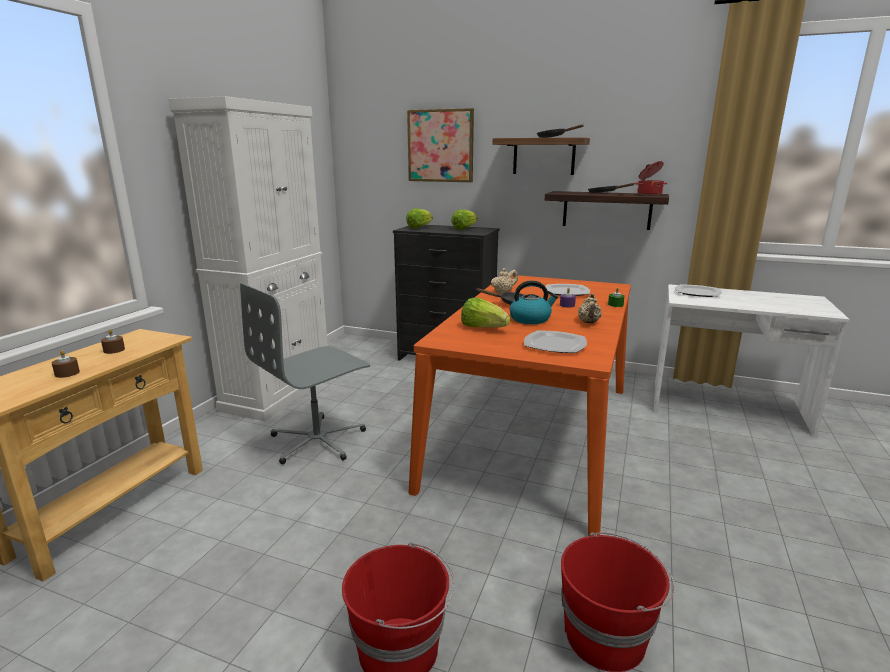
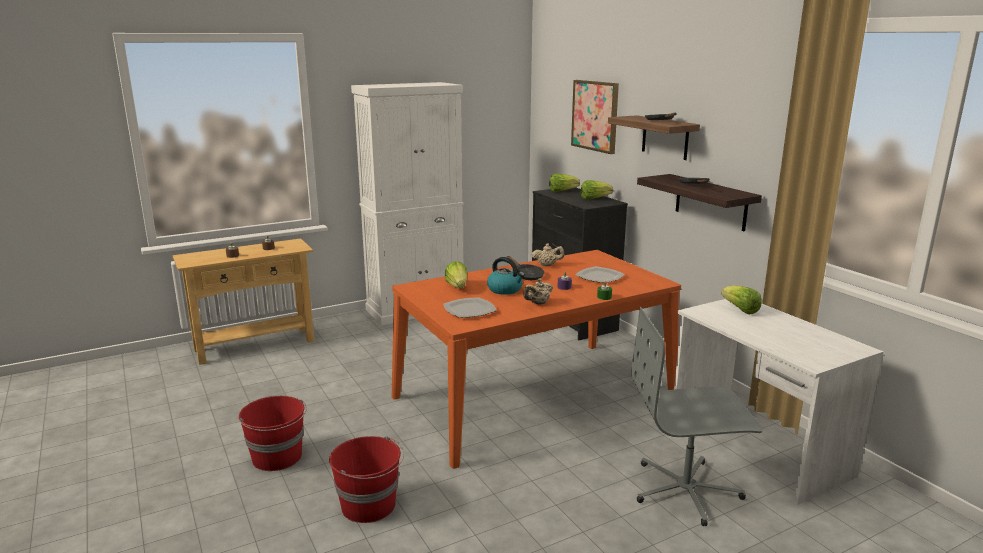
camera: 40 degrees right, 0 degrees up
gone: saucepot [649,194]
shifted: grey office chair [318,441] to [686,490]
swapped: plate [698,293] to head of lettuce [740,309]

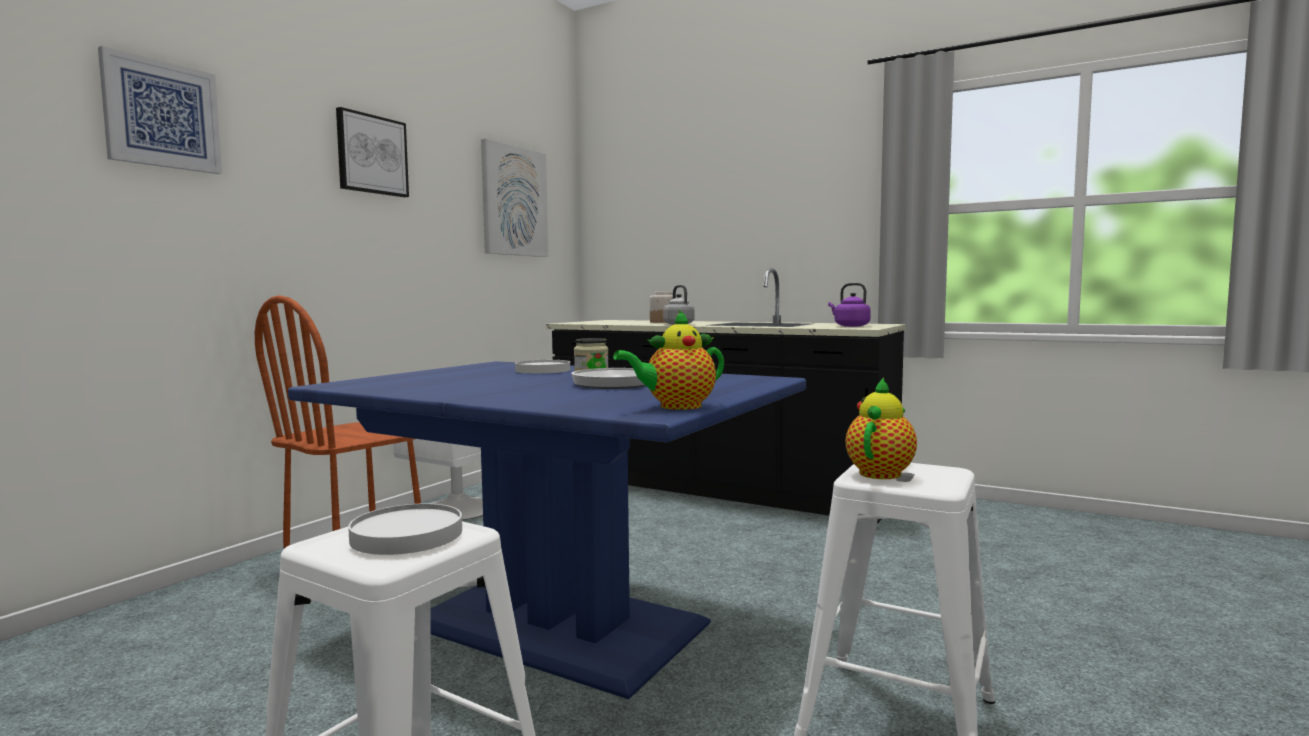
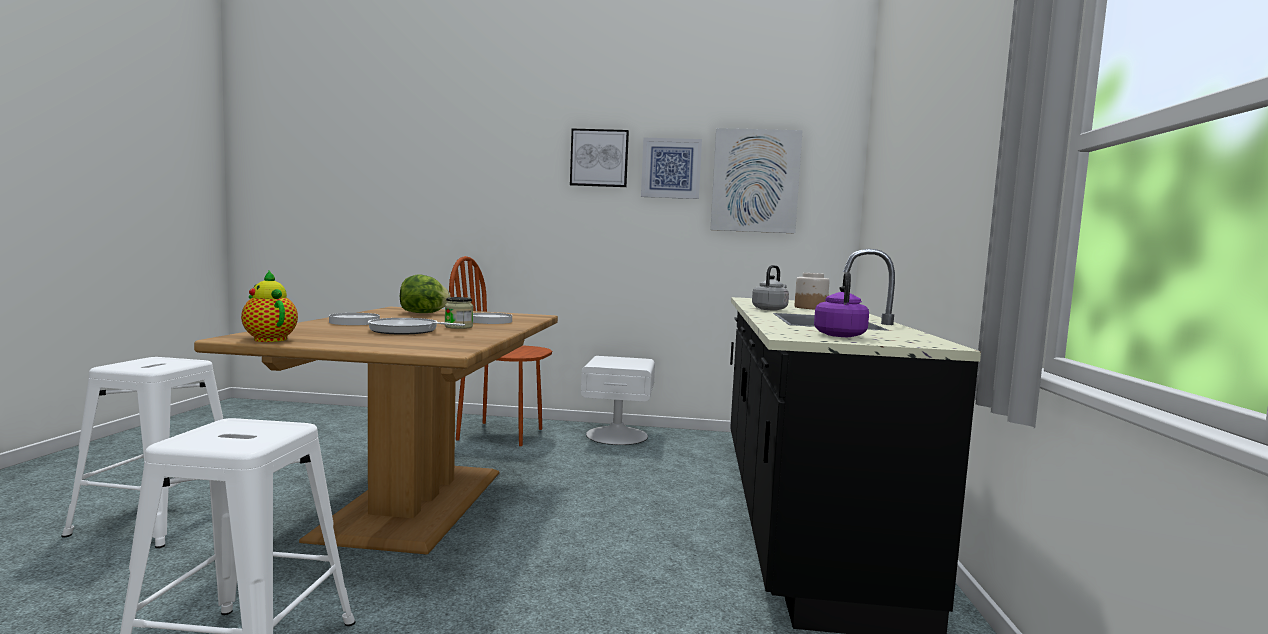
camera: 65 degrees right, 0 degrees up
gone: teapot [881,473]
new: head of lettuce [424,313]
shifted: wall art [162,115] to [671,168]; whitish plate [407,535] to [354,322]
repainted: blue-coloured dinner table [559,623] to brown-coloured dinner table [416,503]

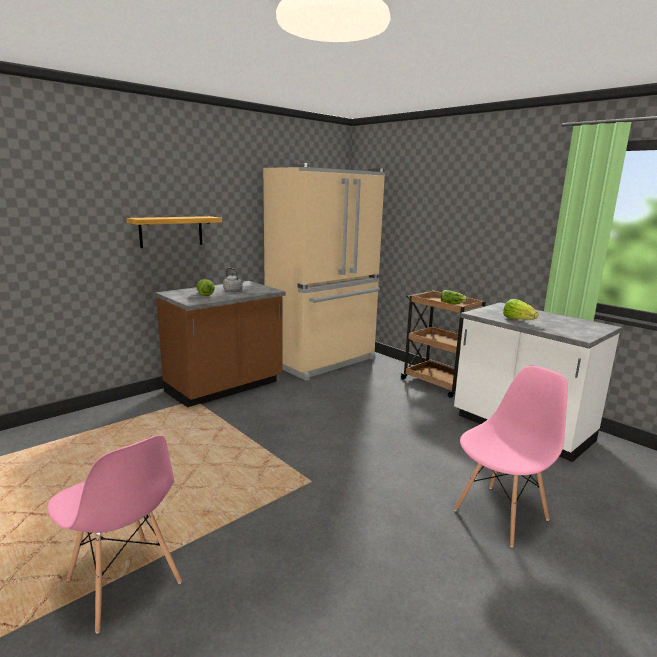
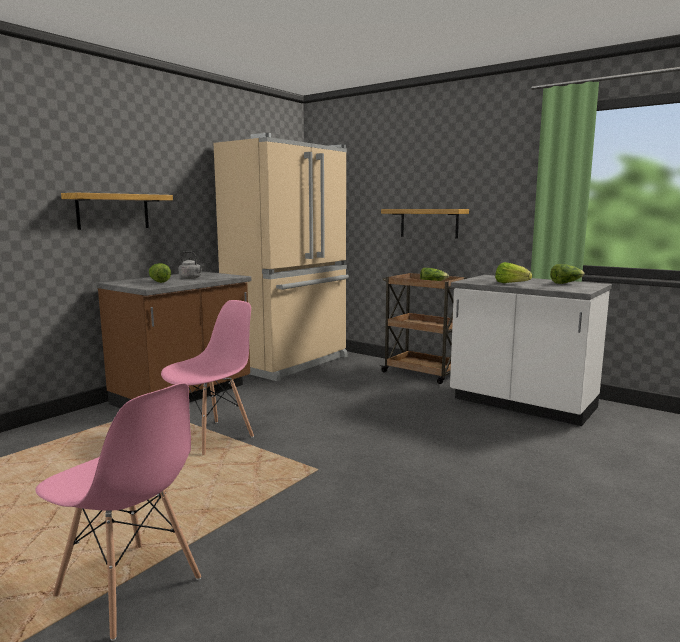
camera: 10 degrees left, 5 degrees down
new: shelf [429,223]; head of lettuce [565,283]
shifted: pink chair [501,514] to [212,437]

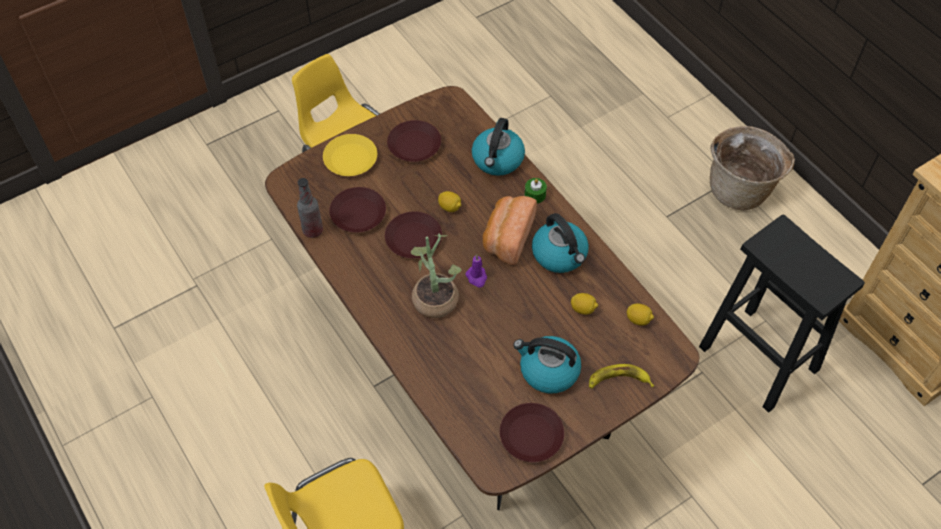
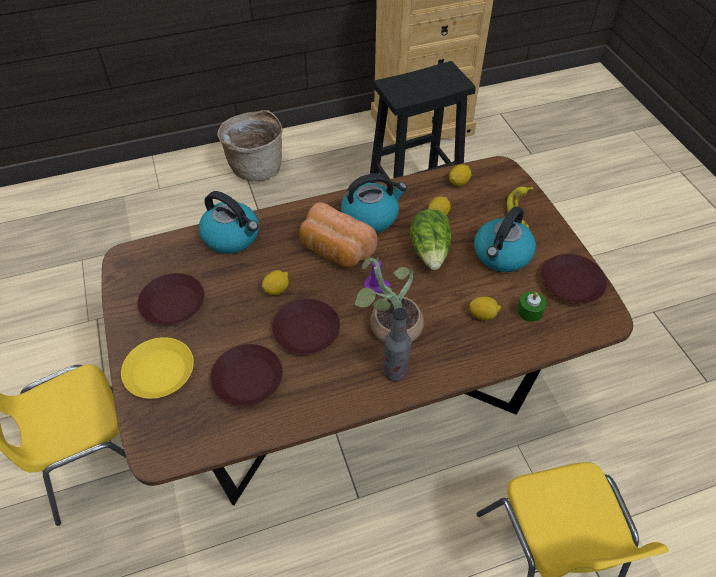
camera: 75 degrees left, 5 degrees down
new: head of lettuce [430,251]; citrus fruit [482,315]
shifted: drink bottle [313,230] to [395,371]; greenish candle [535,195] to [529,311]

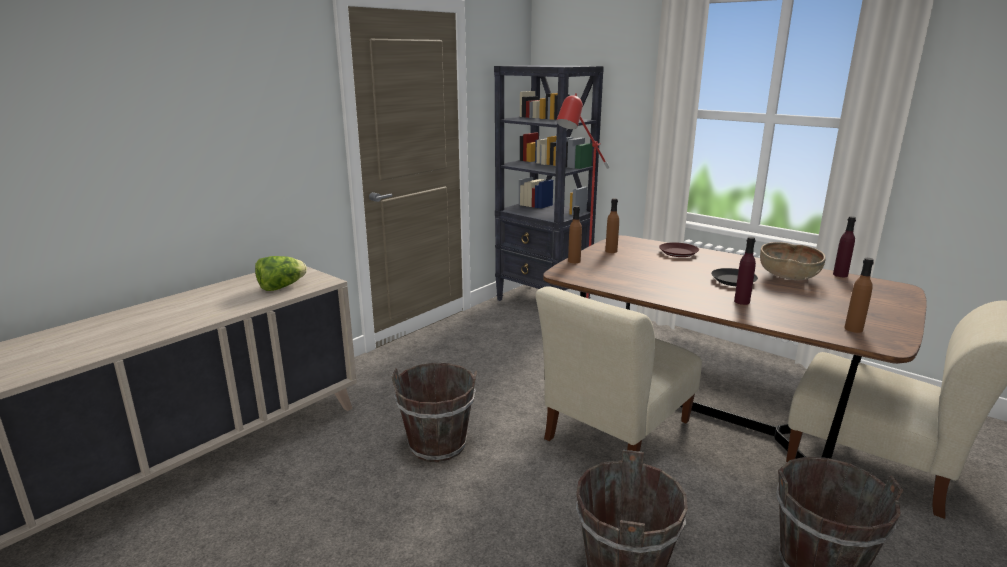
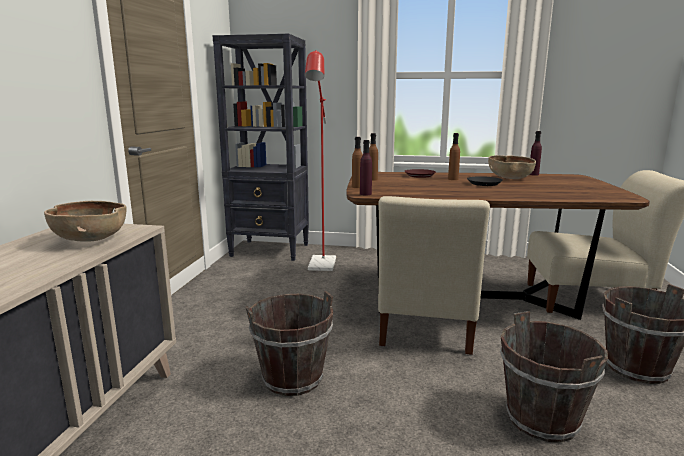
camera: 30 degrees left, 5 degrees down
shifted: purple drink bottle [742,301] to [365,194]; brown-coloured drink bottle [853,329] to [453,179]
swapped: head of lettuce [281,287] to brown-coloured bowl [90,240]

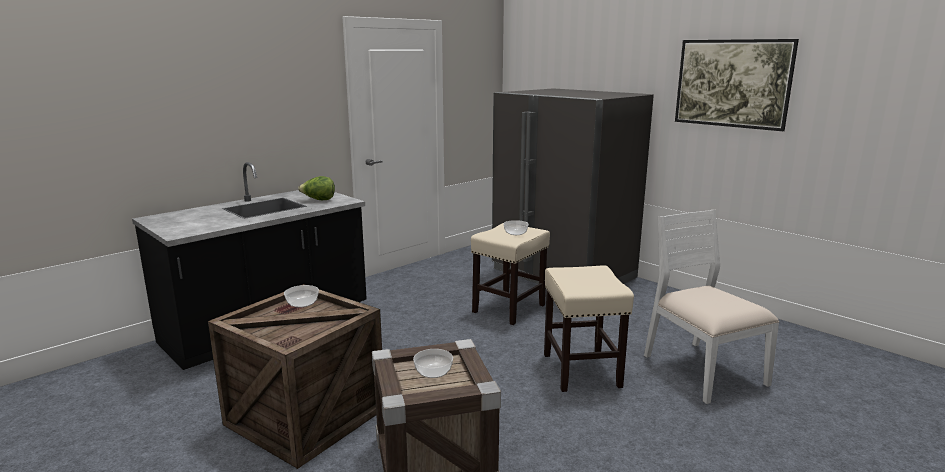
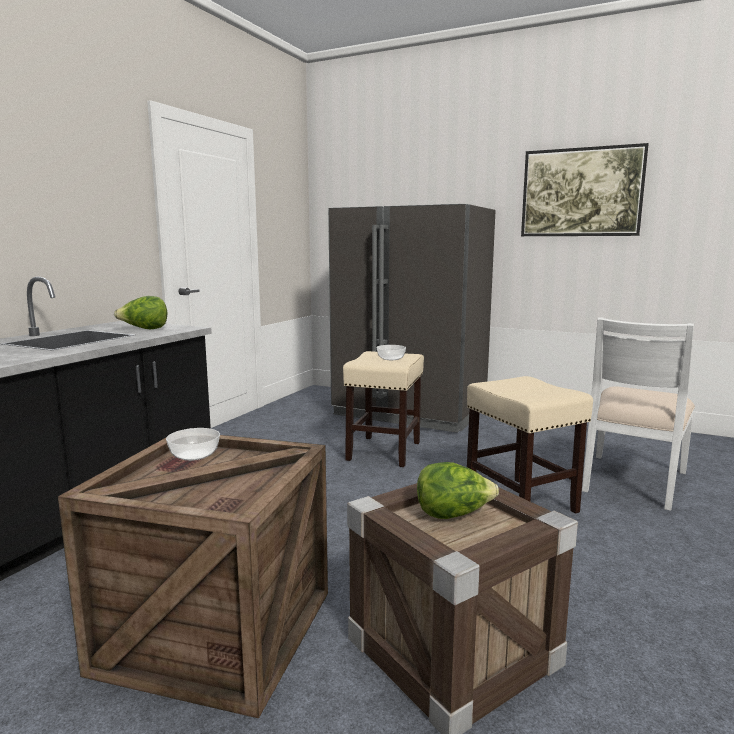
camera: 20 degrees left, 5 degrees down
swapped: bowl [433,371] to head of lettuce [453,515]
rotated: whitish chair [701,370] = [632,481] 105 degrees counterclockwise

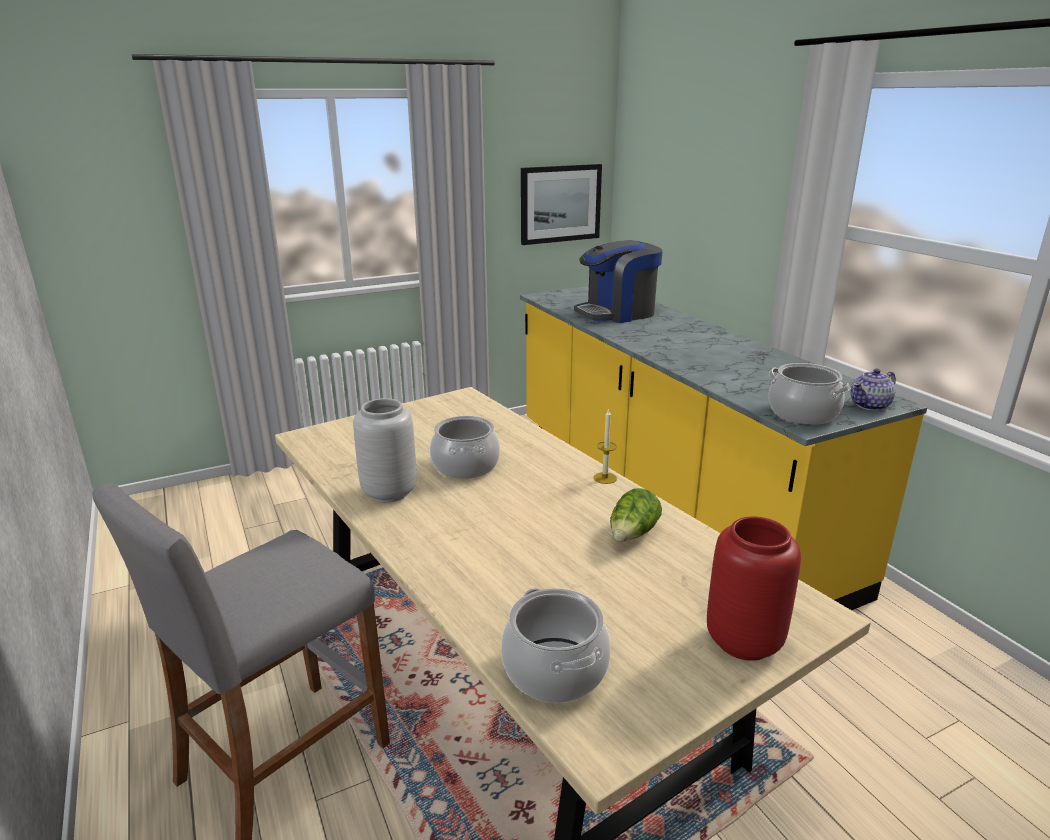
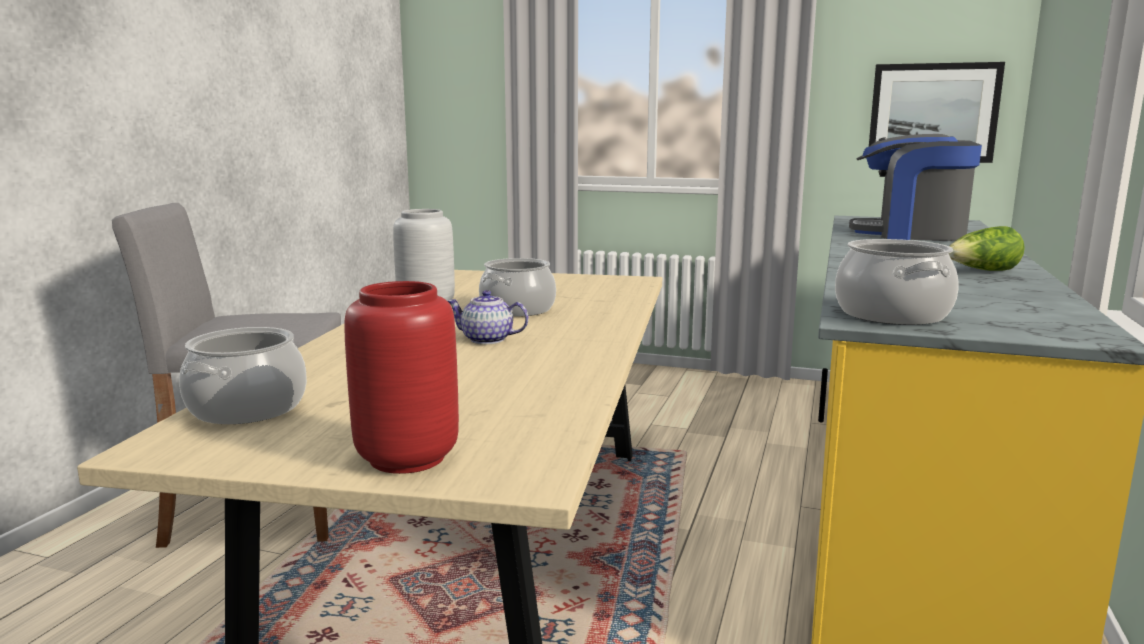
camera: 45 degrees right, 10 degrees down
gone: candle [605,478]
shifted: head of lettuce [633,534] to [982,271]; teapot [870,405] to [488,340]

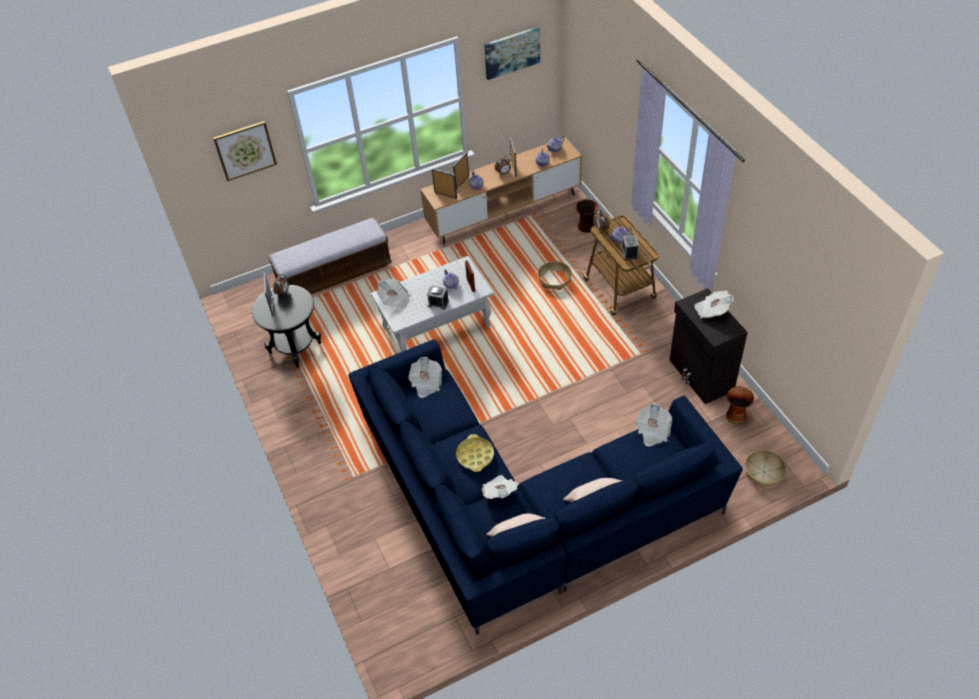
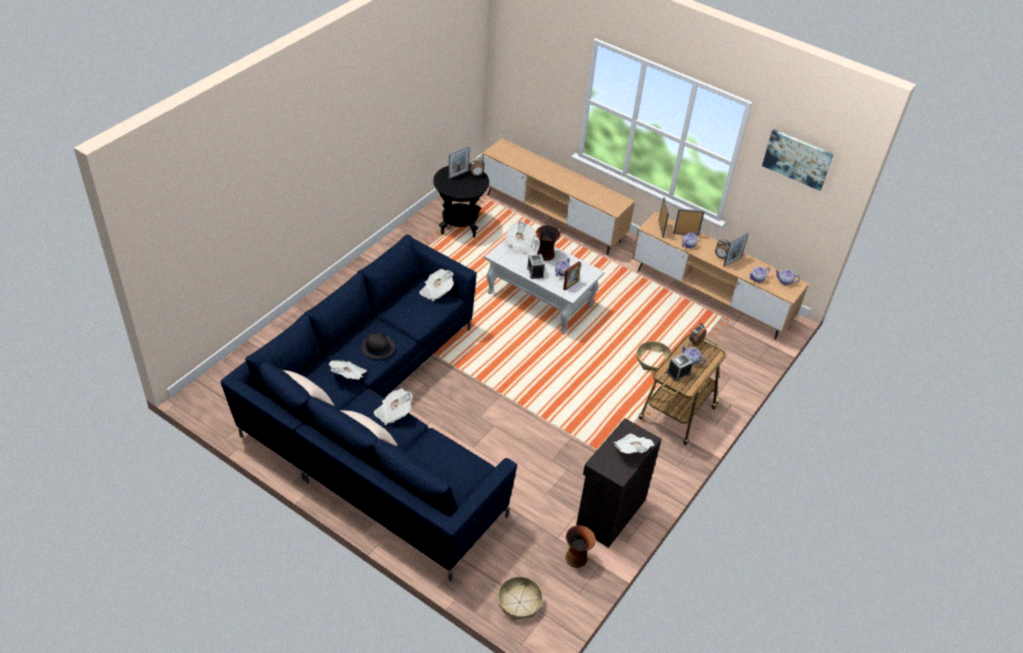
camera: 55 degrees right, 5 degrees down
gone: wall art [245,150]
shifted: decorative vase [586,227] to [546,255]; newspaper [652,431] to [393,413]
swapped: indoor bench [335,275] to brown-coloured tv stand [552,218]; yellowish serving tray [475,455] to blackish clothing hat [377,347]

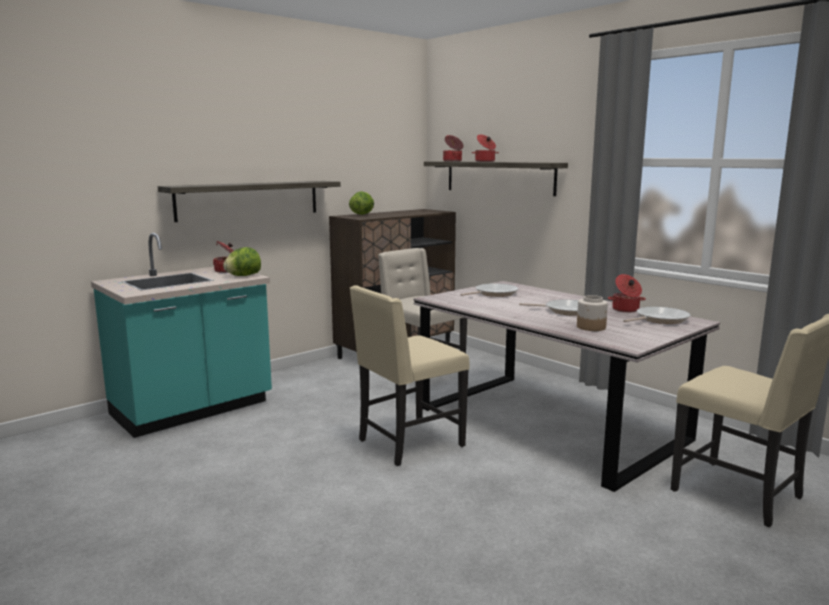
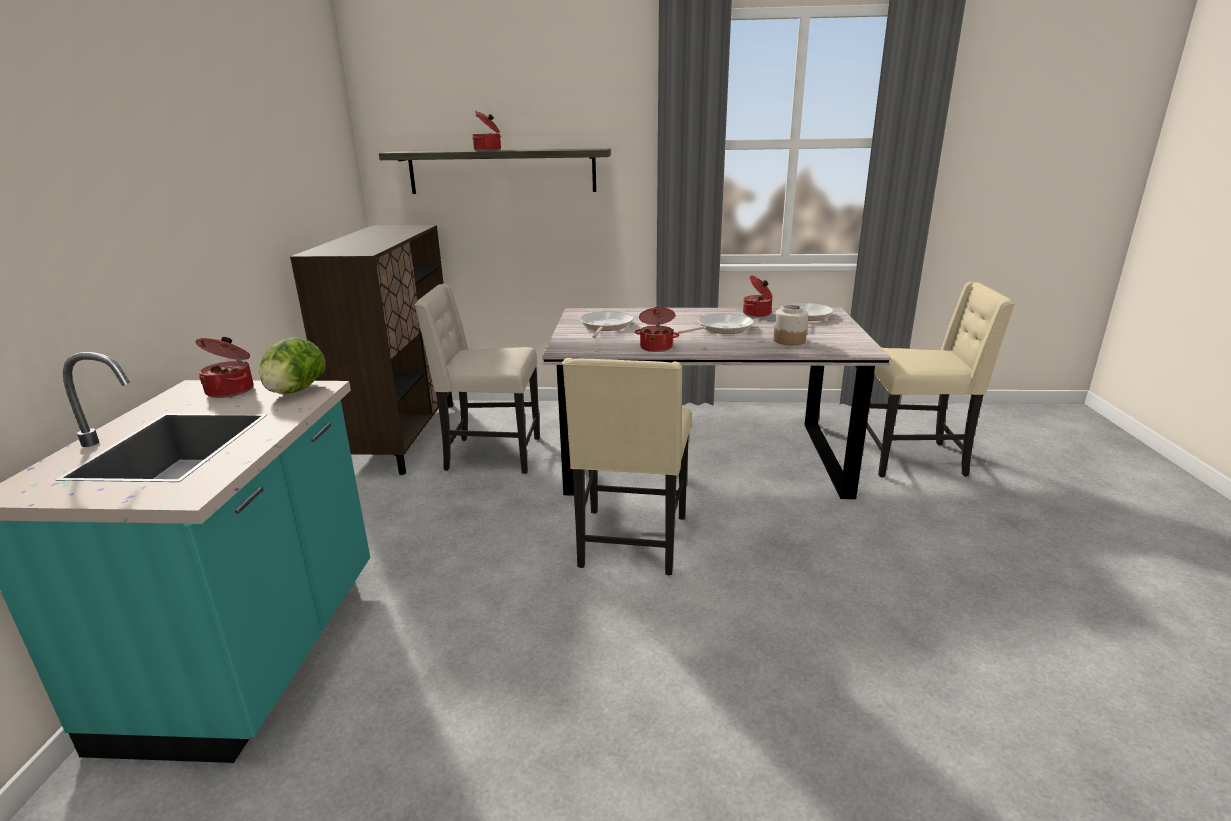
camera: 45 degrees left, 10 degrees up
gone: shelf [249,200]; head of lettuce [362,214]
shifted: saucepot [453,161] to [656,347]

